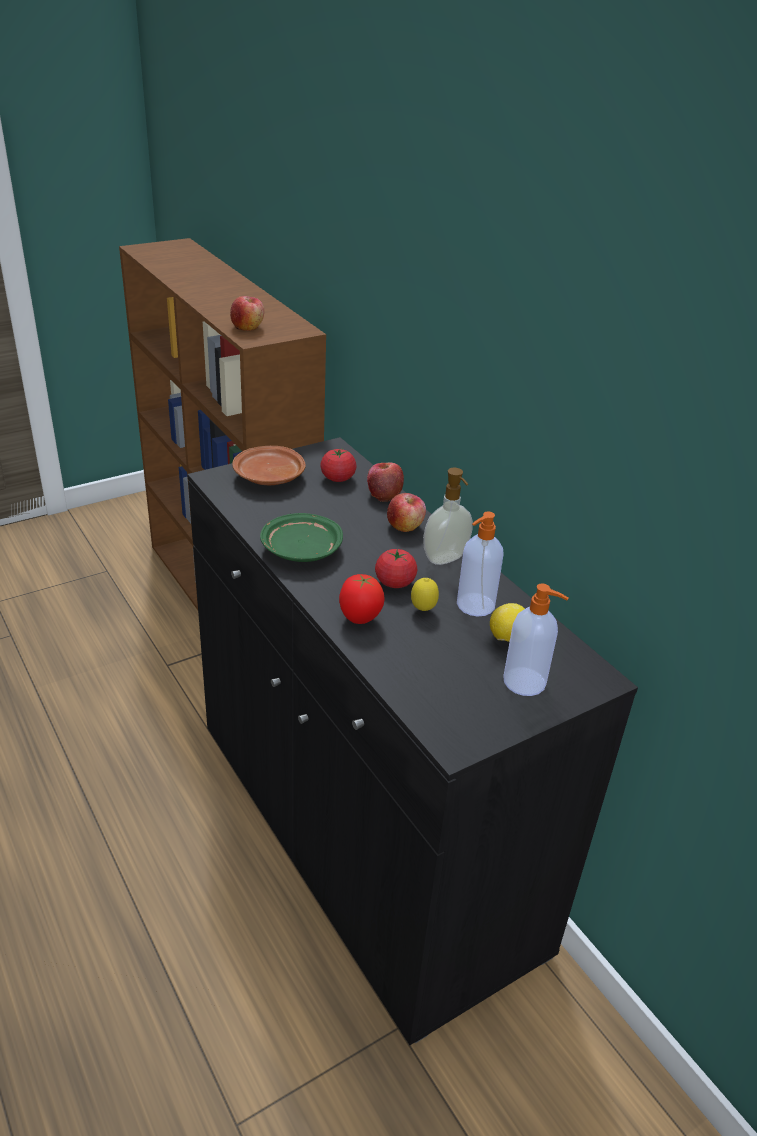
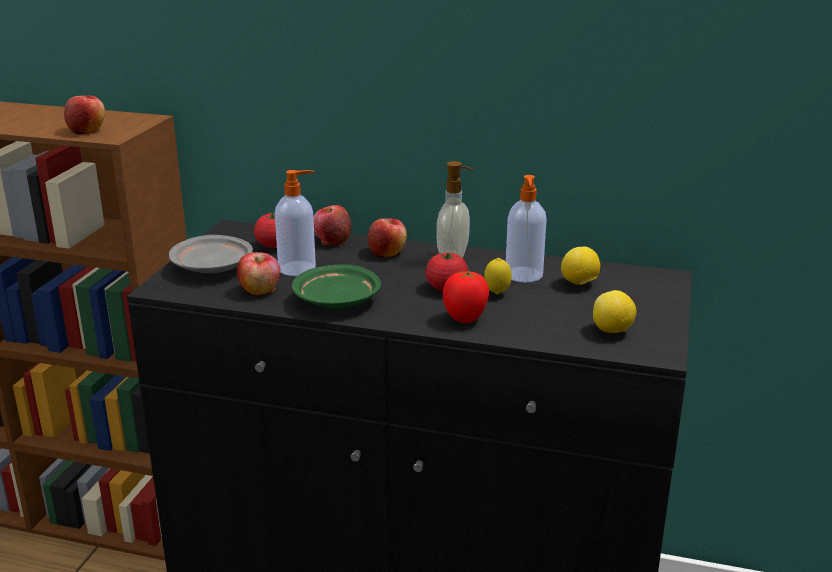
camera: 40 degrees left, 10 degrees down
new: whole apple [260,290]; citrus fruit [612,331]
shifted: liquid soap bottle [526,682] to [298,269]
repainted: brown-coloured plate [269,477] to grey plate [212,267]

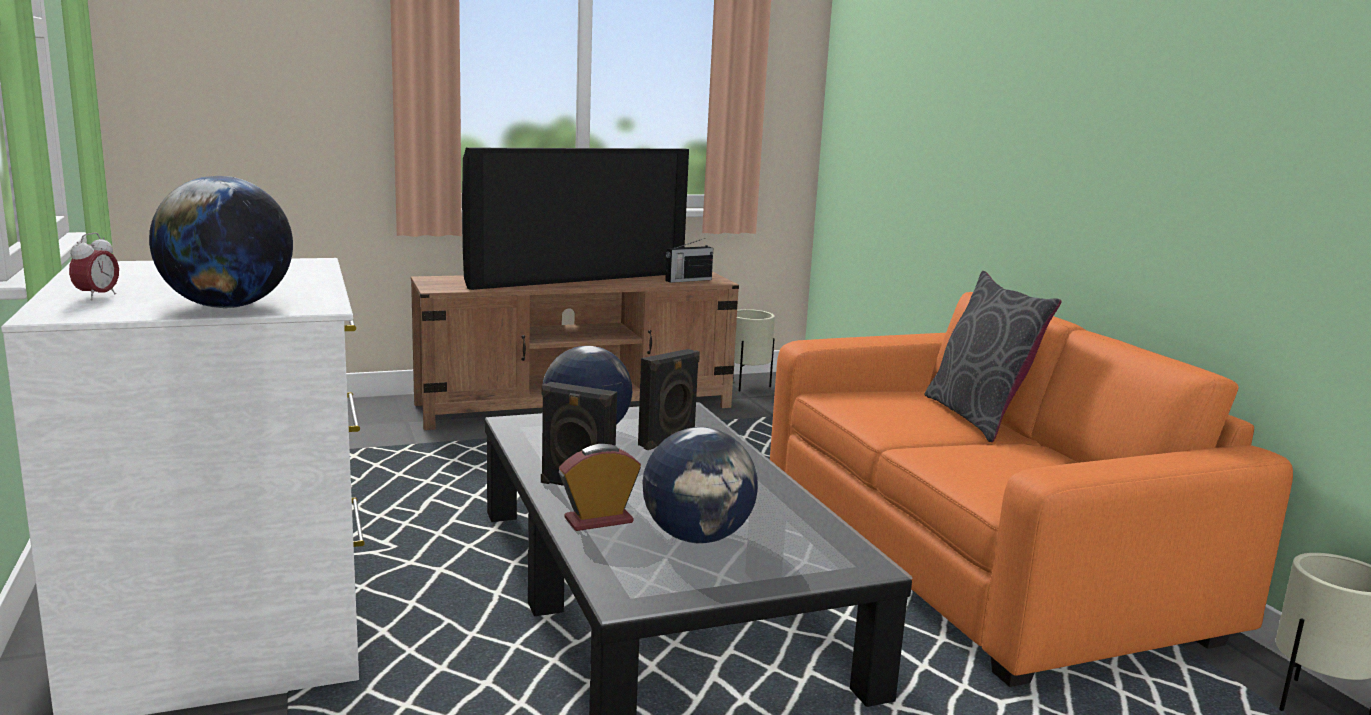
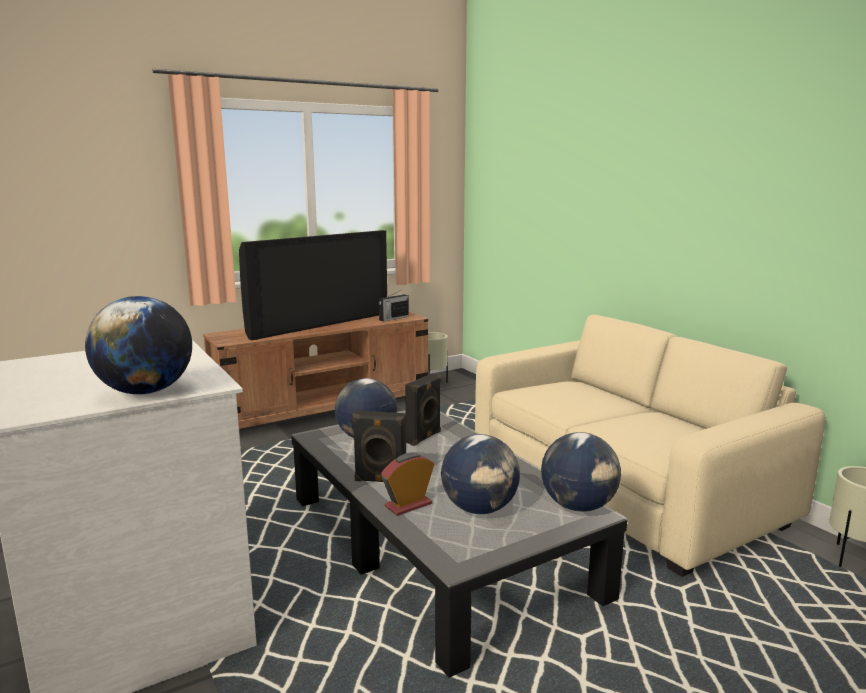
camera: 10 degrees left, 0 degrees up
gone: table clock [97,296]; grey pillow [978,417]
new: desk globe [579,506]
repainted: orange-coloured settee [976,554] to sand-coloured settee [622,485]

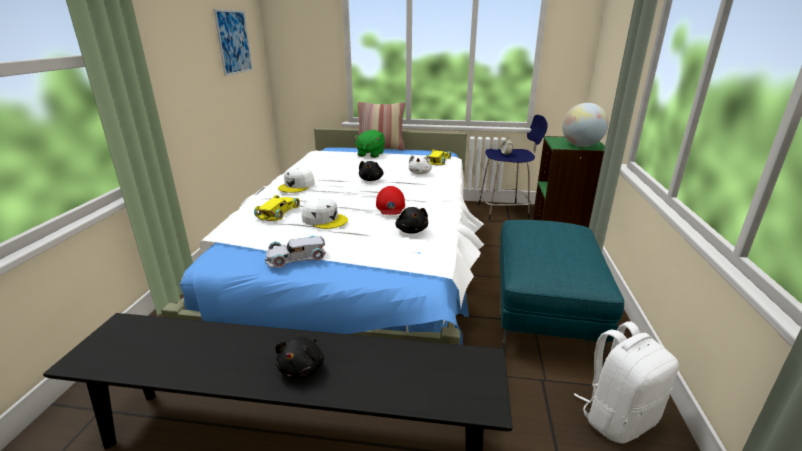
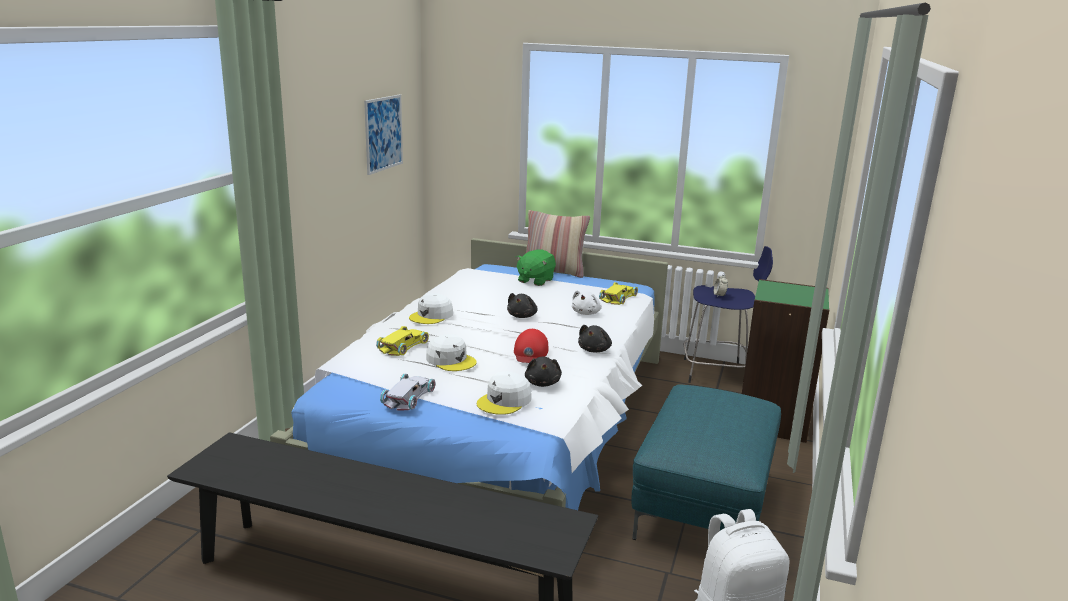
camera: 10 degrees right, 5 degrees down
gone: desk globe [581,146]
new: whitish cap [504,401]
shifted: blackish cuddly toy [302,368] to [595,350]
rotated: whitish model car [296,256] = [409,396] 120 degrees clockwise

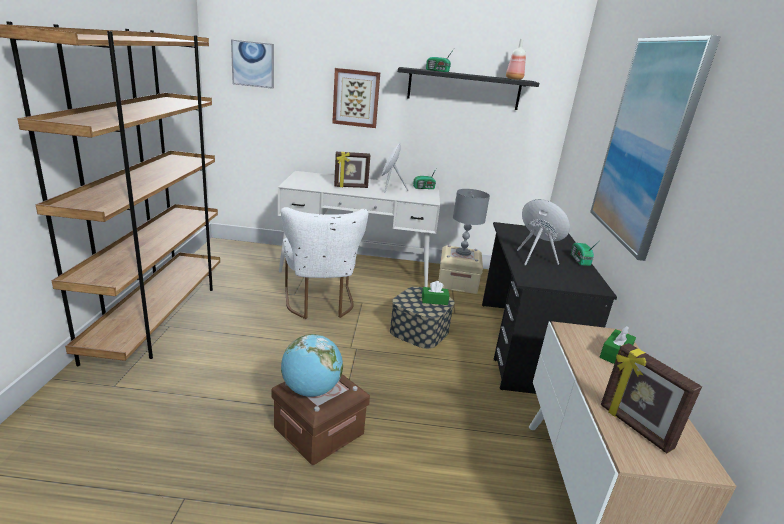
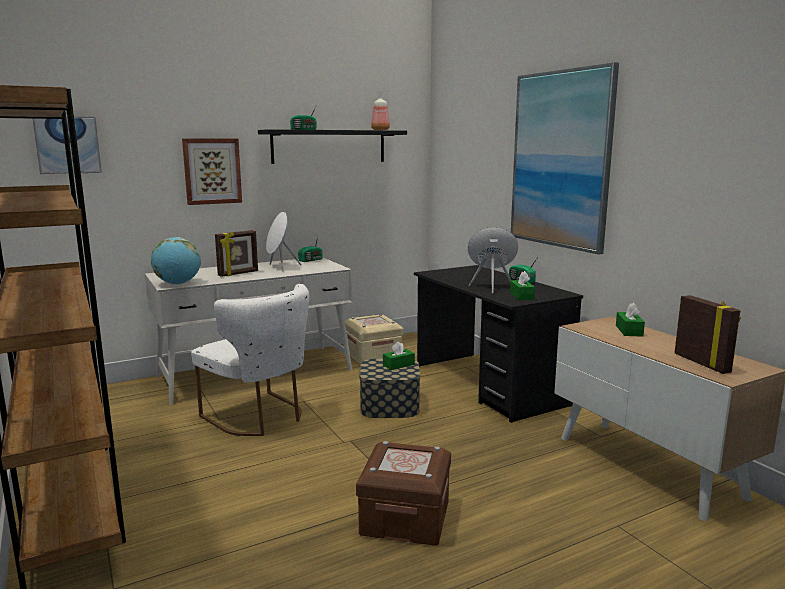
camera: 30 degrees left, 10 degrees down
gone: grey tabletop lamp [463,252]
new: greenish box of tissues [521,296]
shifted: desk globe [311,390] to [178,283]
rotated: picture frame [634,427] = [702,363] 135 degrees counterclockwise

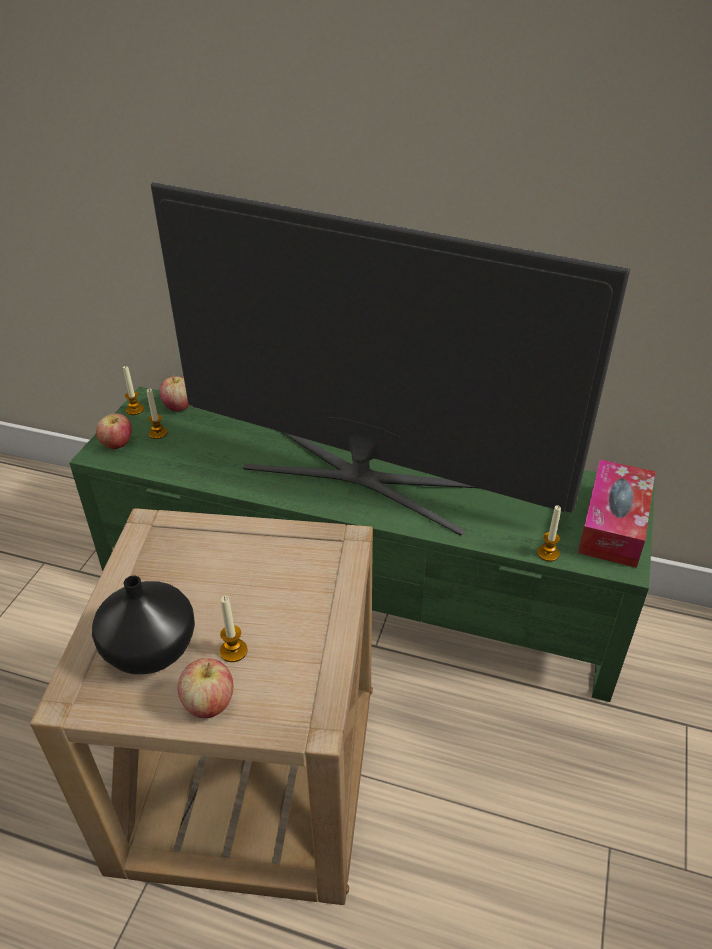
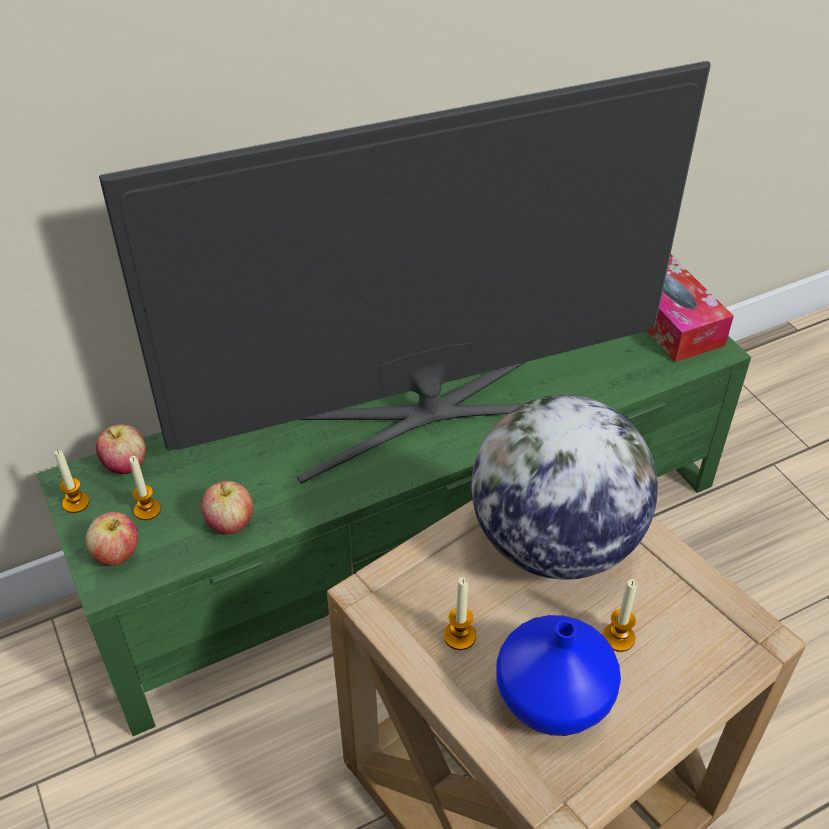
camera: 45 degrees left, 5 degrees up
new: desk globe [554,543]
shifted: whole apple [209,704] to [230,523]; candle [548,553] to [459,636]
repainted: blackish decorative vase [152,650] to blue-coloured decorative vase [555,698]

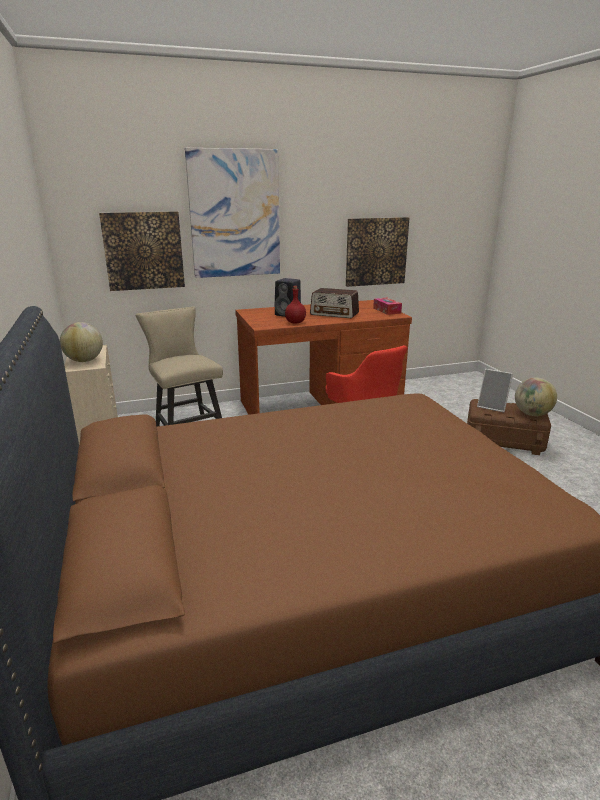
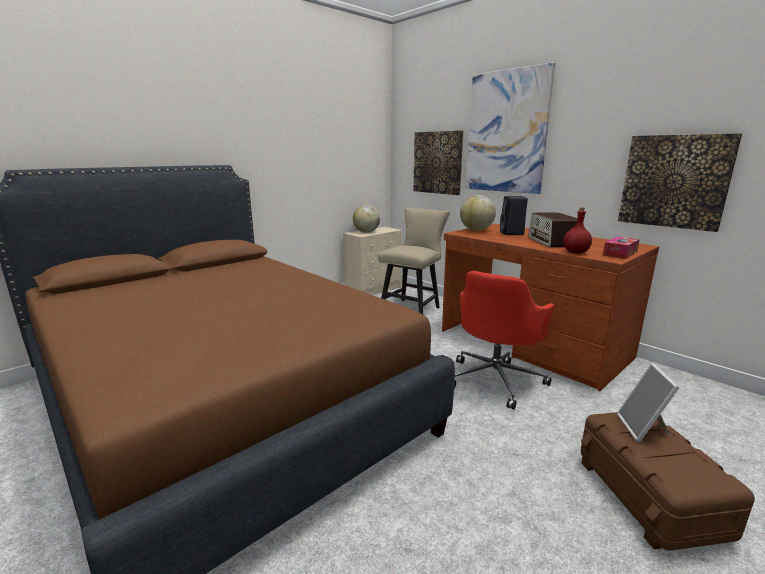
camera: 65 degrees right, 5 degrees down
shifted: red-coloured drink bottle [295,322] to [575,252]; desk globe [532,414] to [476,230]

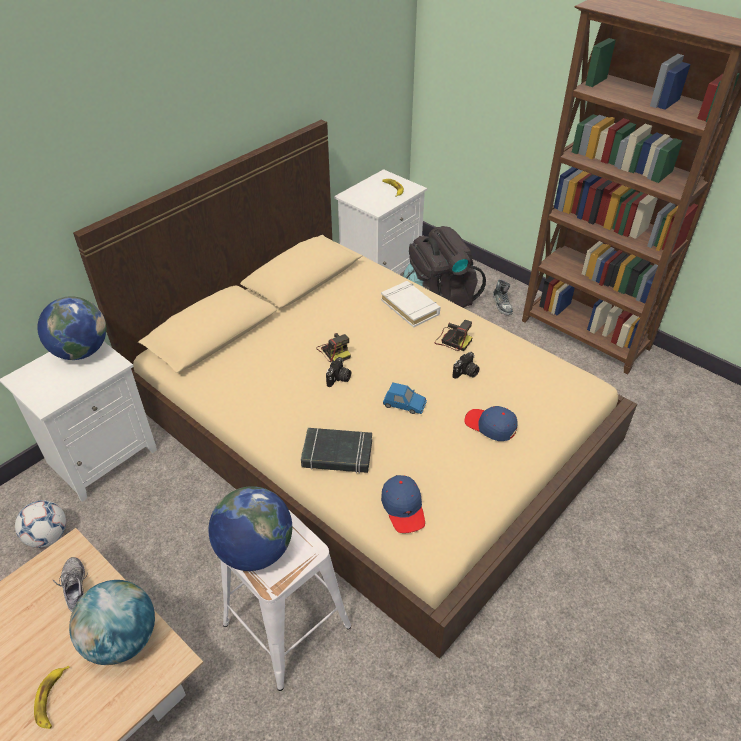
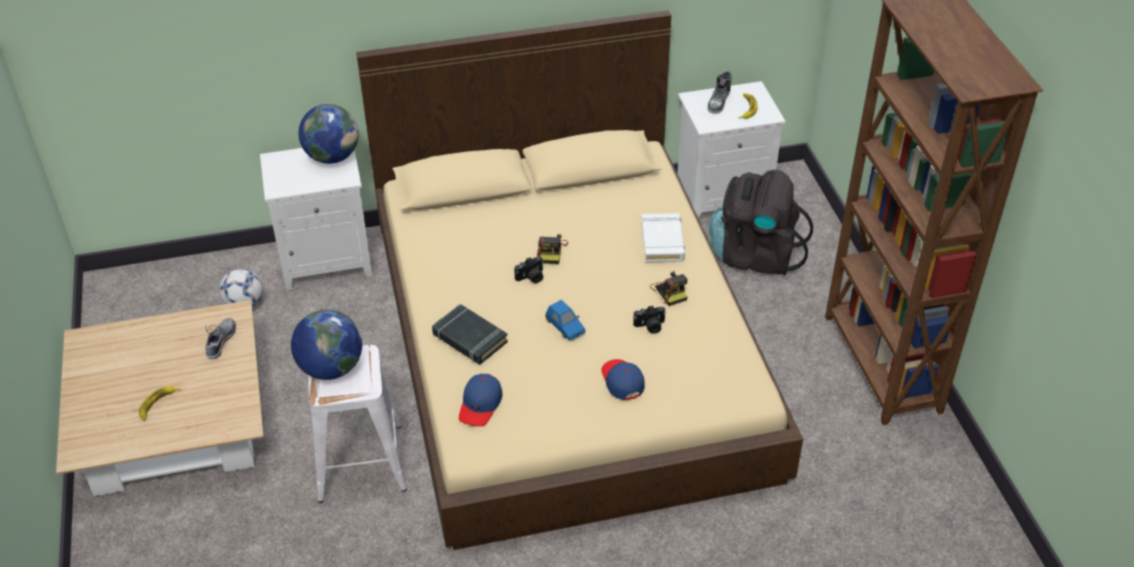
camera: 35 degrees right, 0 degrees up
gone: desk globe [122,640]
shifted: low shoe [502,304] to [719,102]

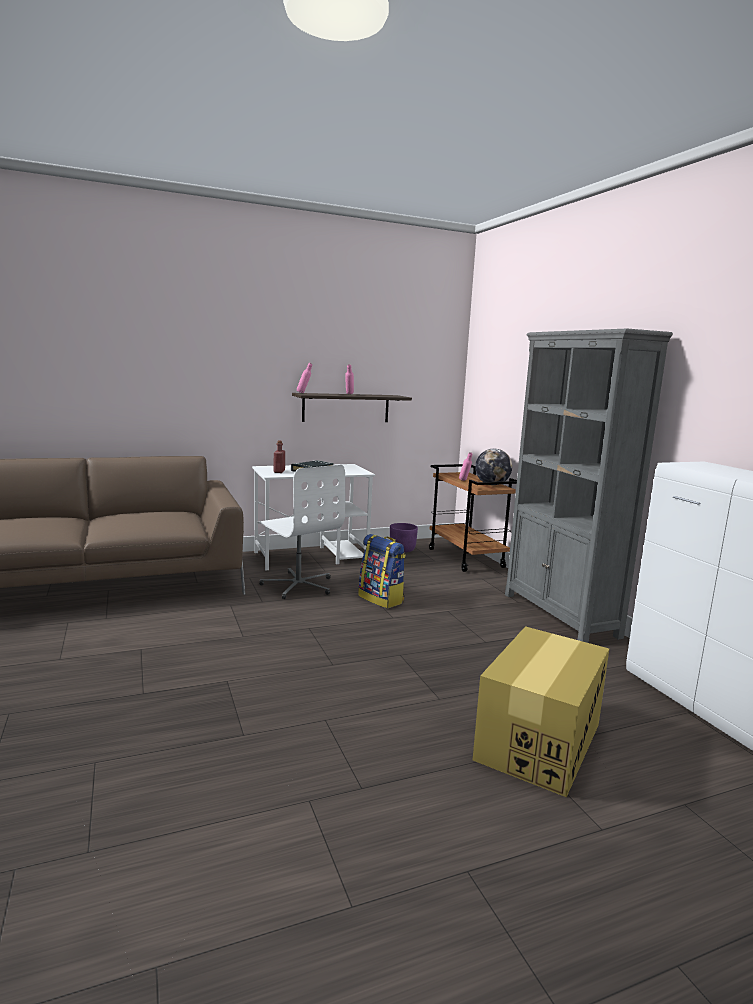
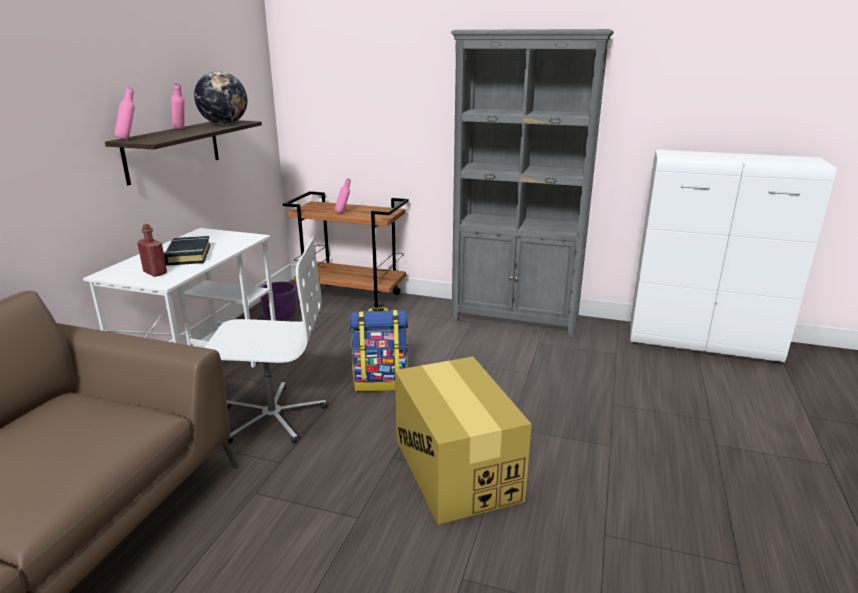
camera: 50 degrees left, 10 degrees up
shifted: packing box [539,741] to [456,468]; desk globe [491,484] to [224,124]

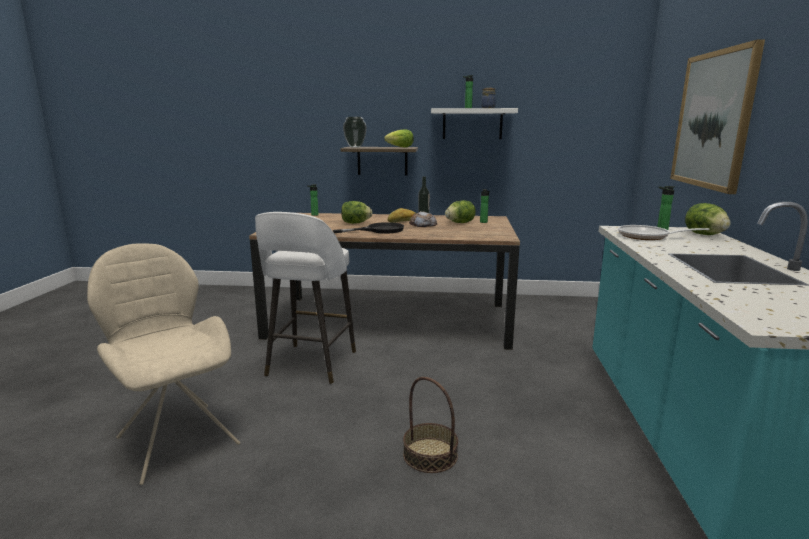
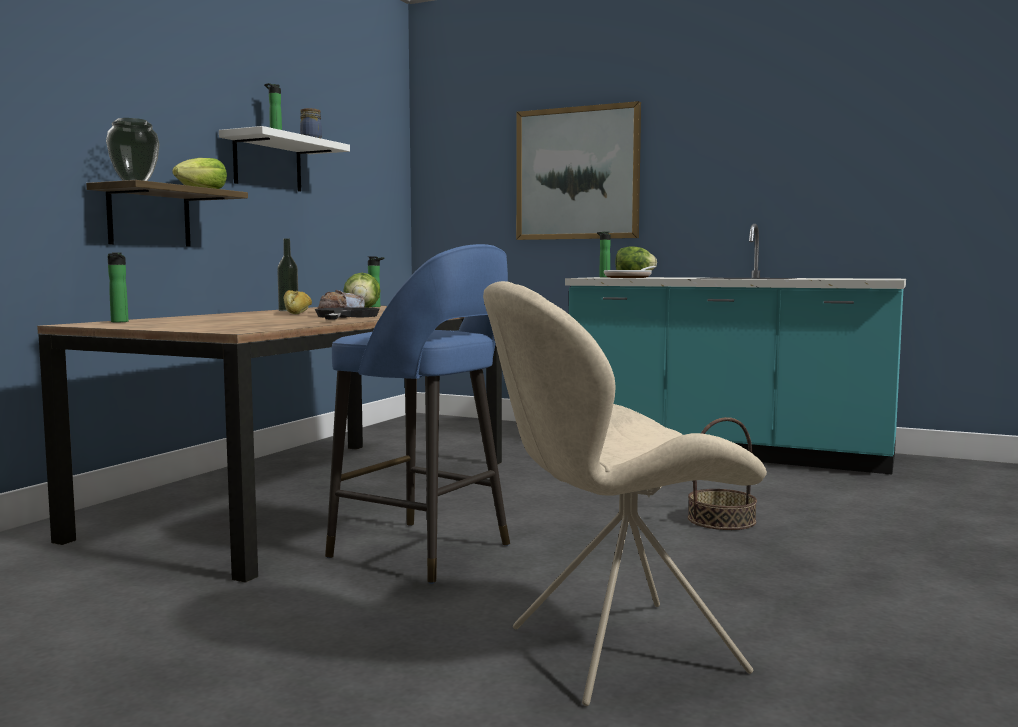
camera: 70 degrees left, 10 degrees down
gone: head of lettuce [355,223]
repainted: whitish stool [310,364] to blue-coloured stool [424,552]

